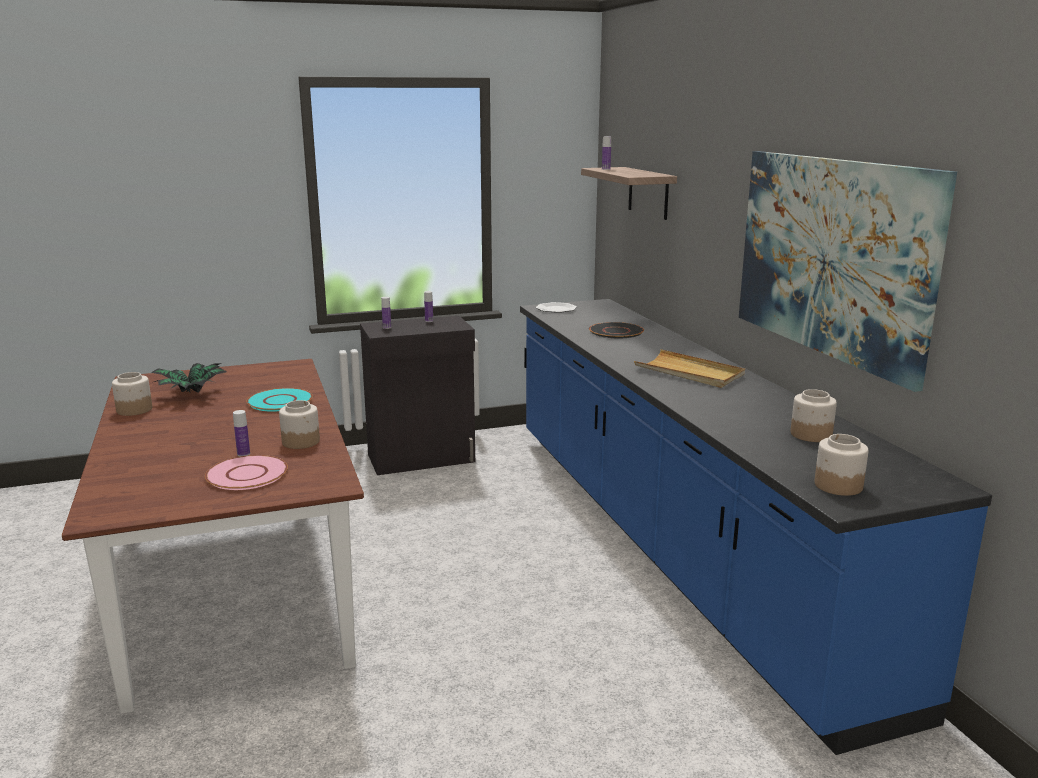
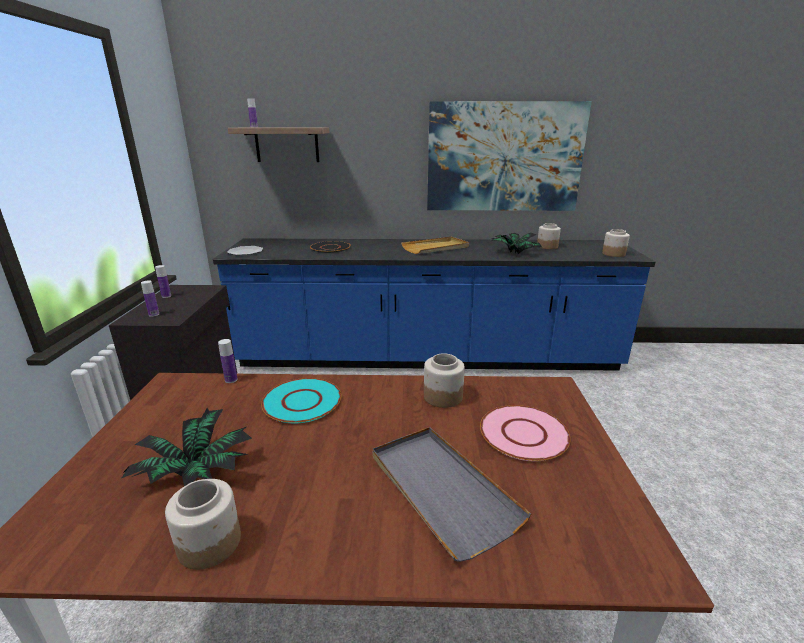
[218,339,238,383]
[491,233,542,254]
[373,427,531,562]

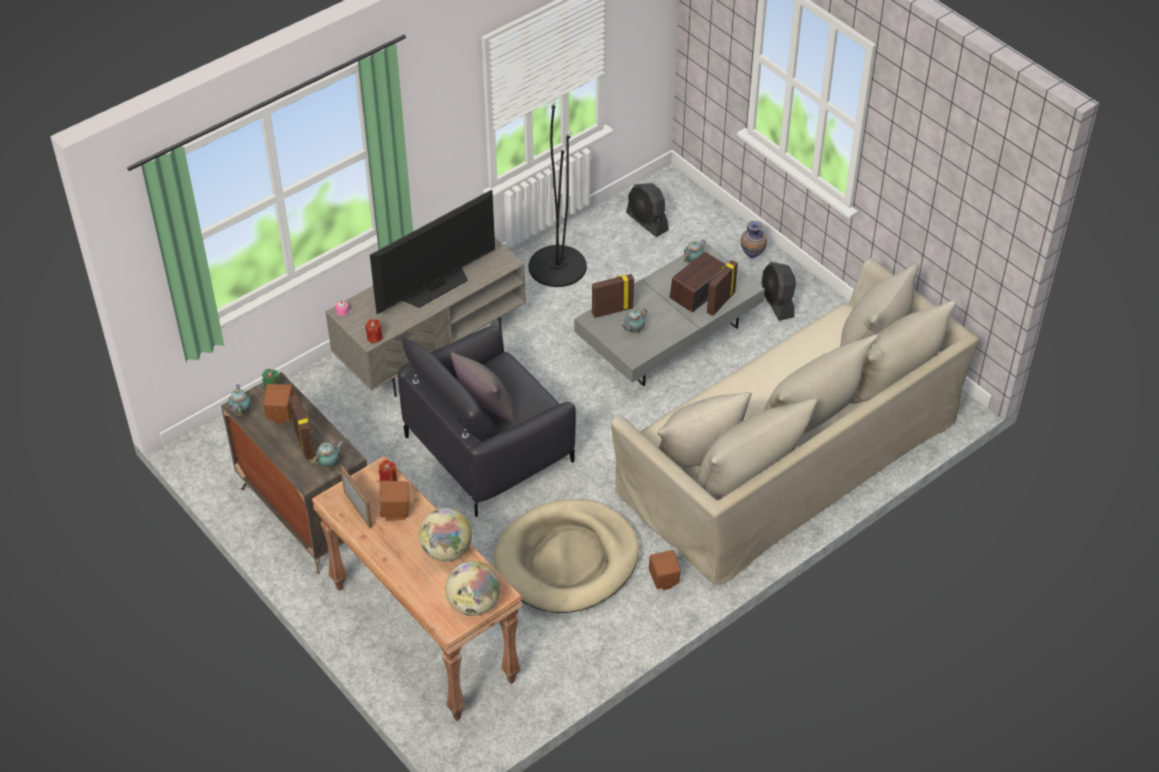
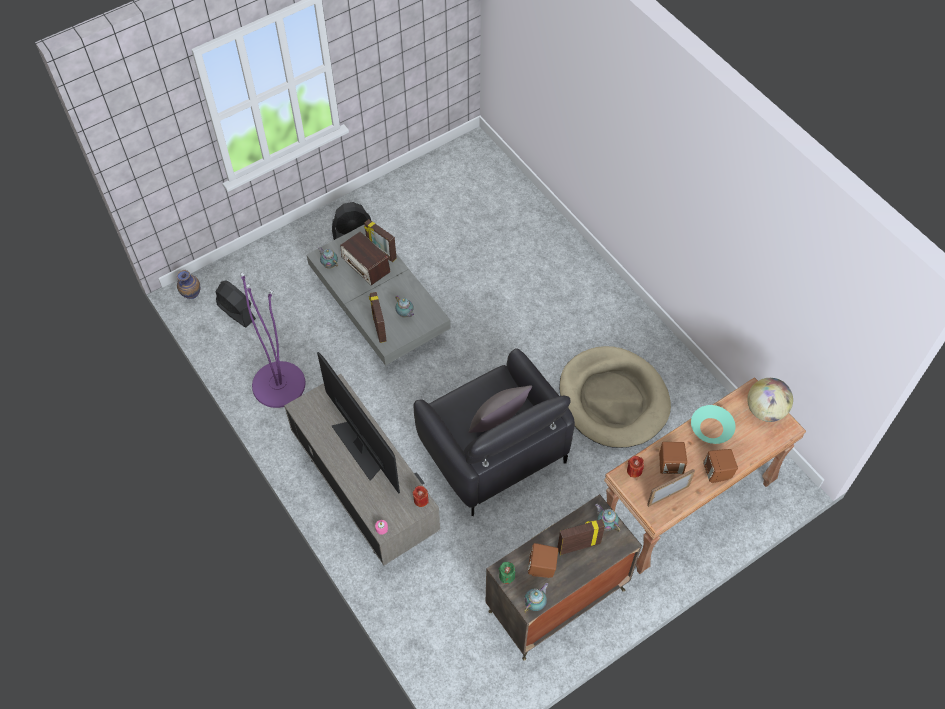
[240,272,306,408]
[216,280,256,327]
[177,270,201,299]
[611,258,979,585] (first image)
[524,583,549,613]
[691,405,735,444]
[703,449,738,483]

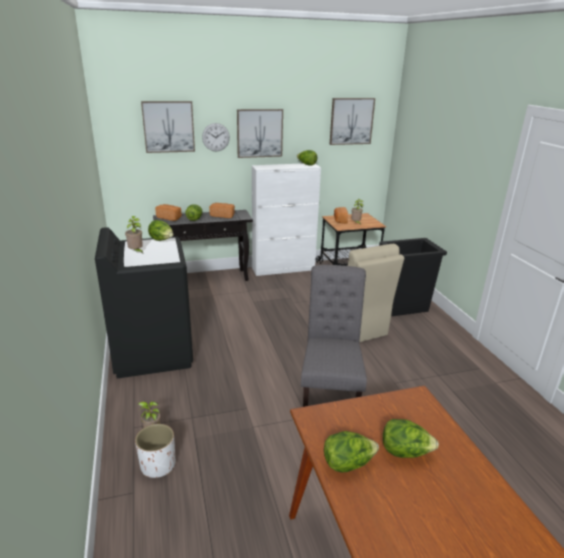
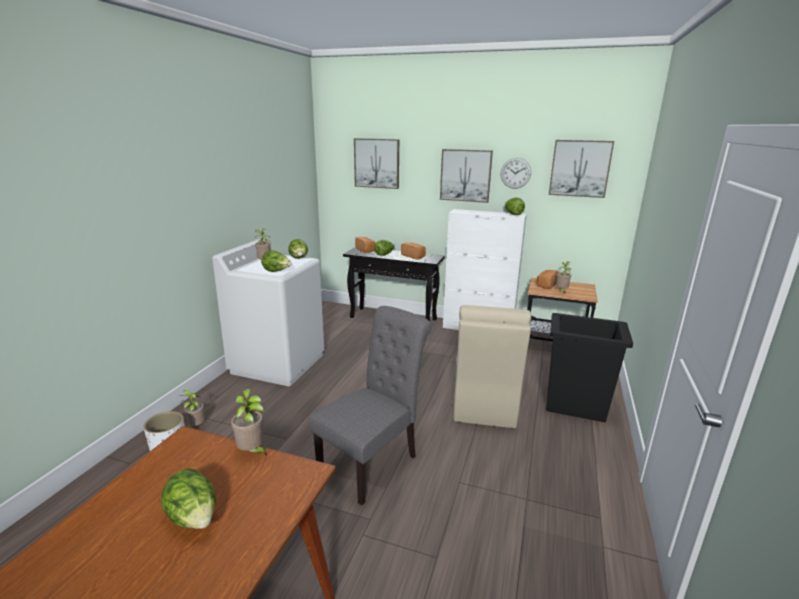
[501,158,531,189]
[212,239,324,386]
[261,251,292,272]
[231,389,267,456]

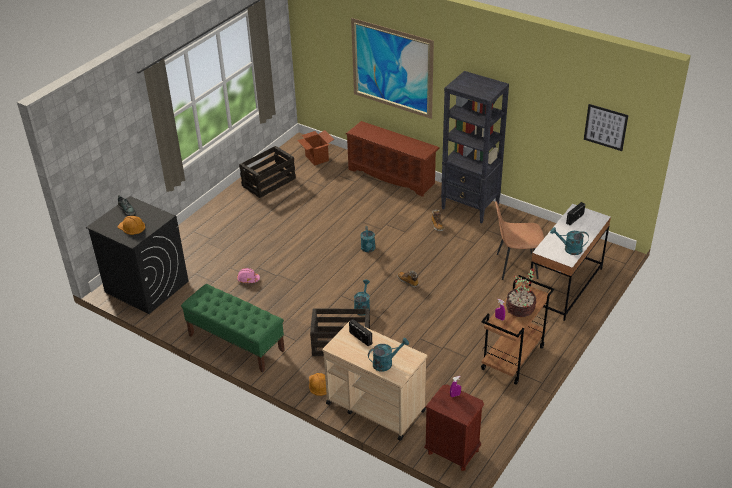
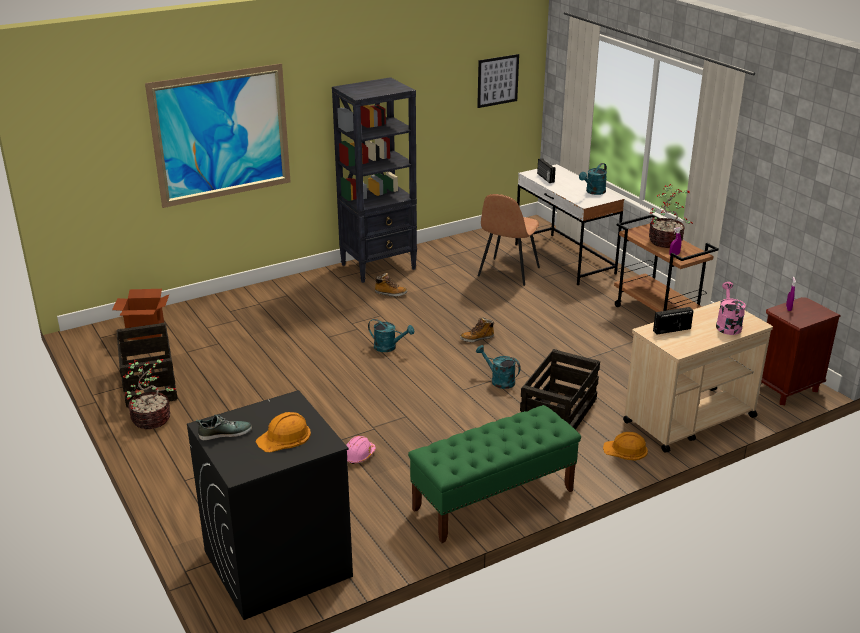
[346,121,440,197] (first image)
[716,282,746,335]
[123,359,176,429]

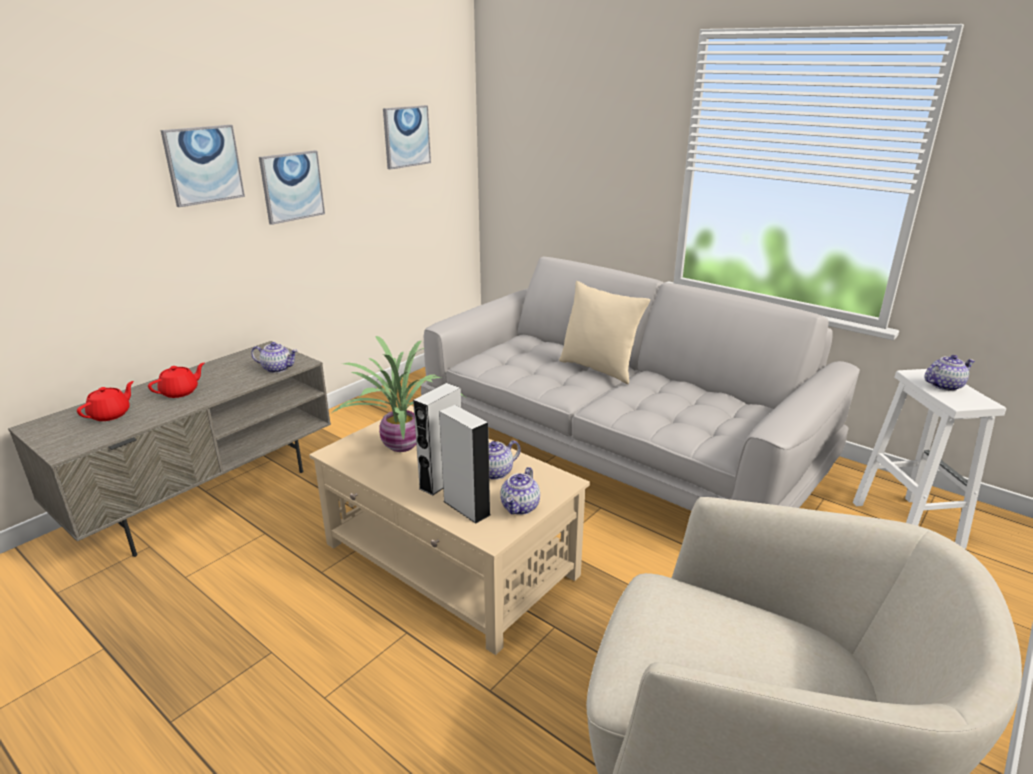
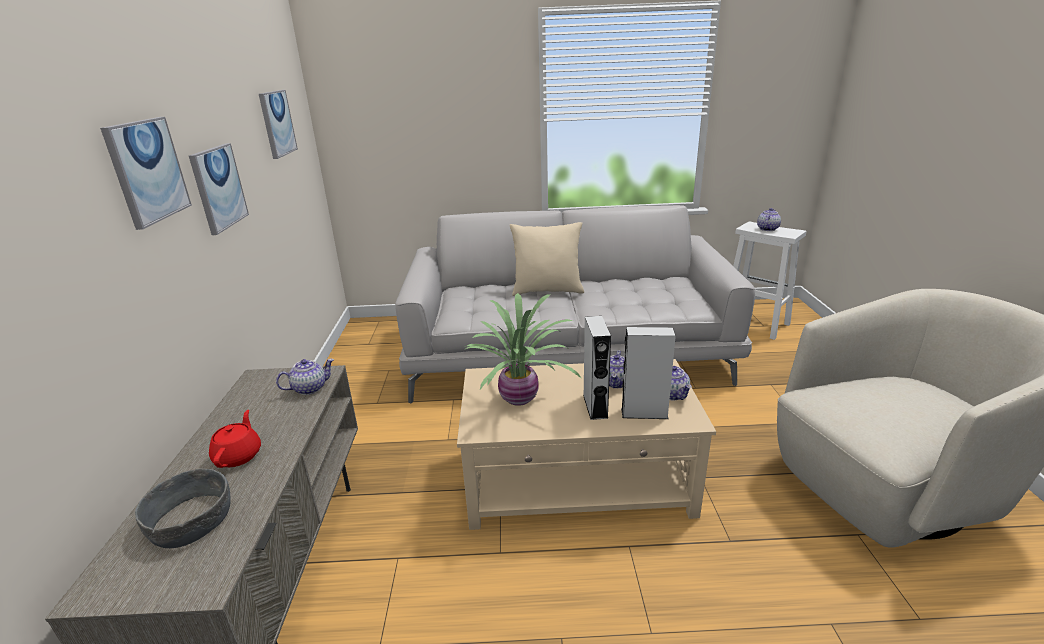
[135,469,231,548]

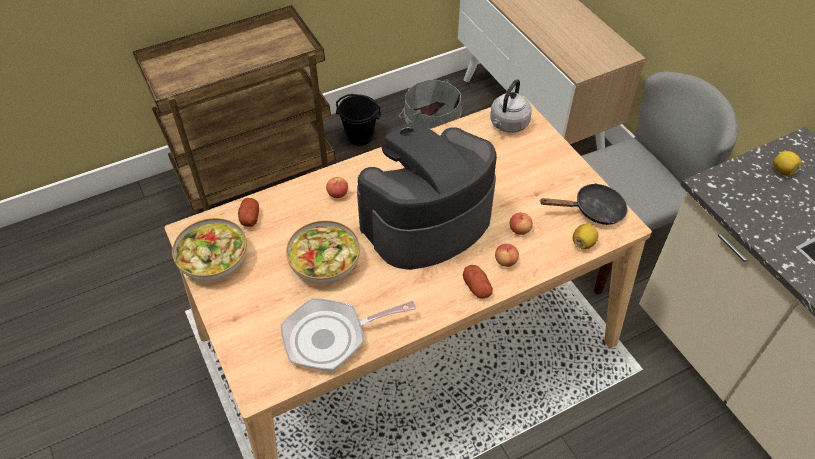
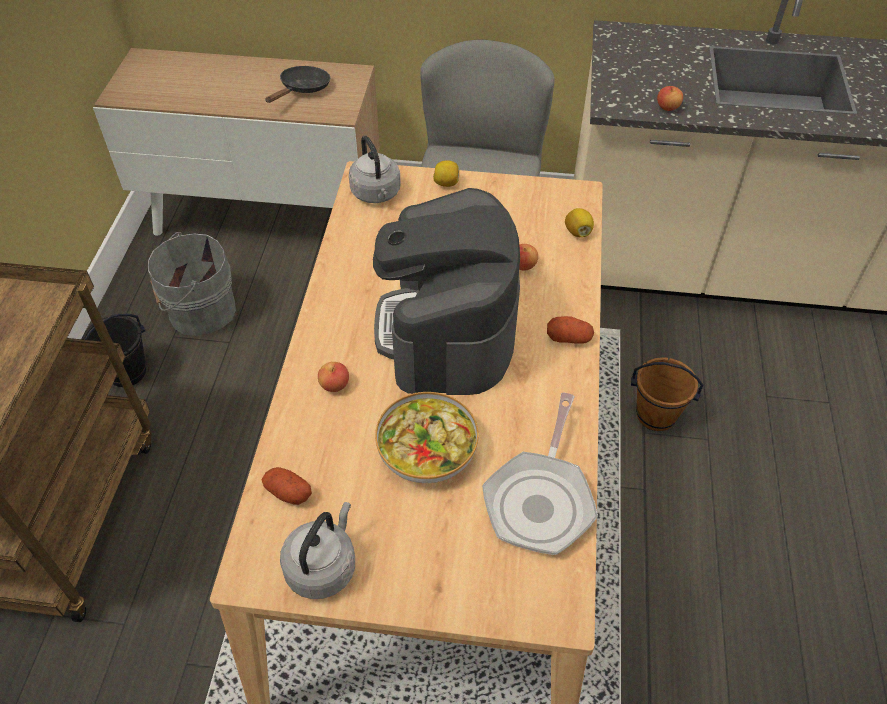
[433,160,459,187]
[266,66,330,103]
[280,502,355,599]
[657,86,683,111]
[631,357,704,431]

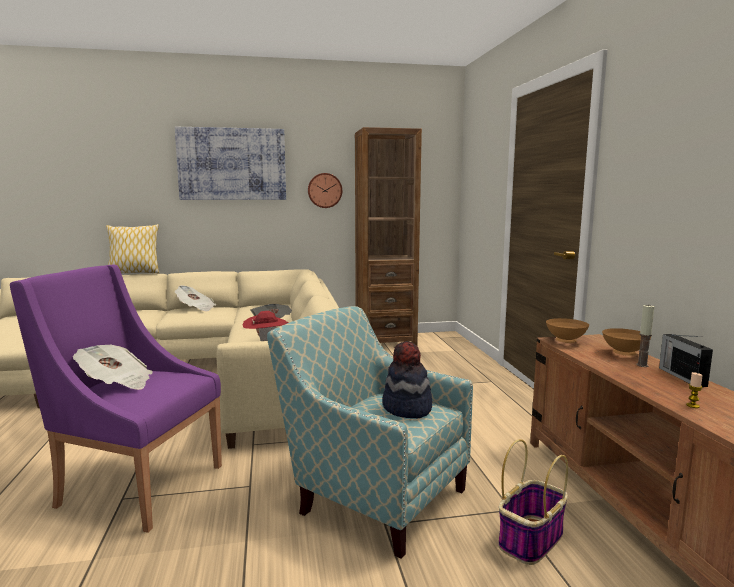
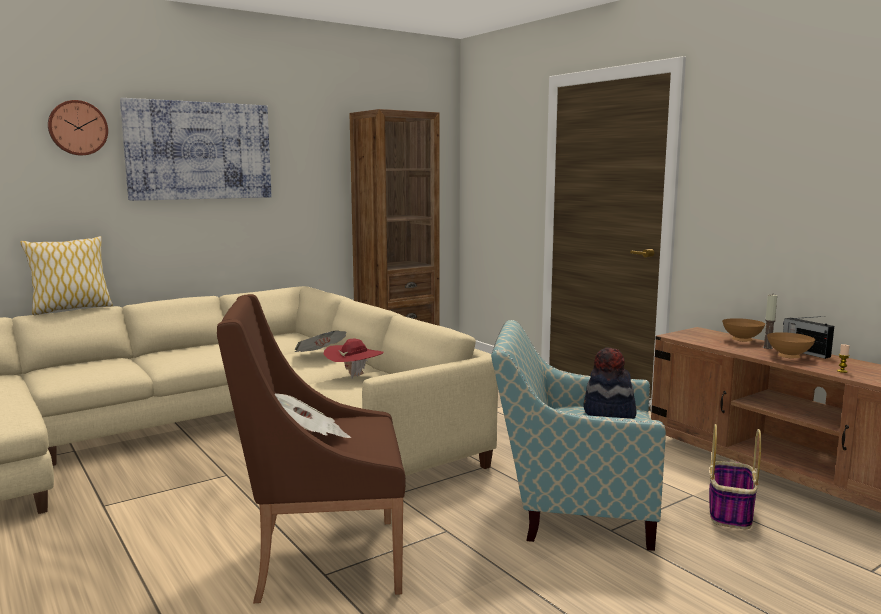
[48,100,108,155]
[217,294,406,603]
[175,285,216,312] (first image)
[767,332,815,358]

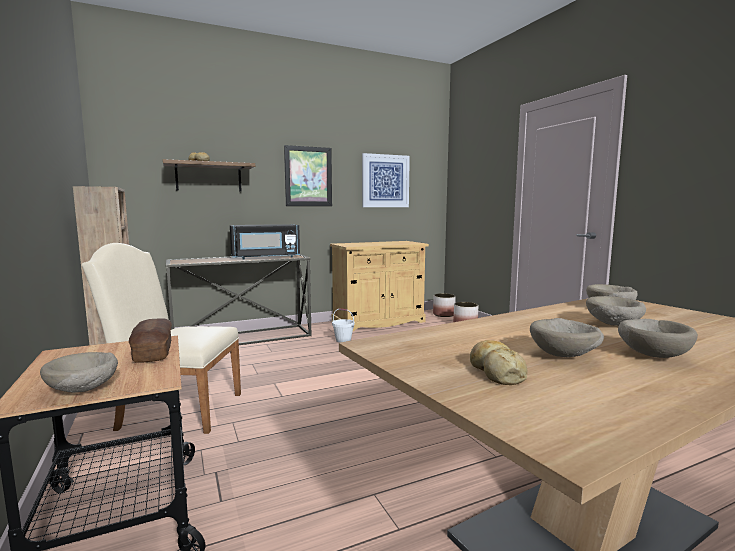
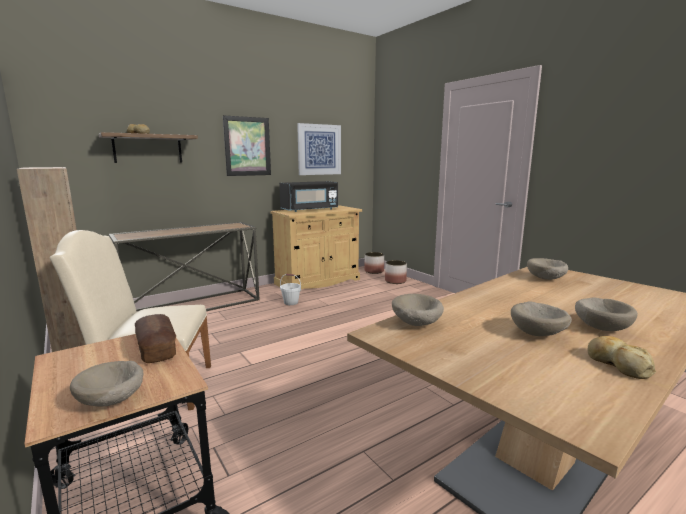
[279,181,338,212]
[392,294,444,326]
[588,336,656,379]

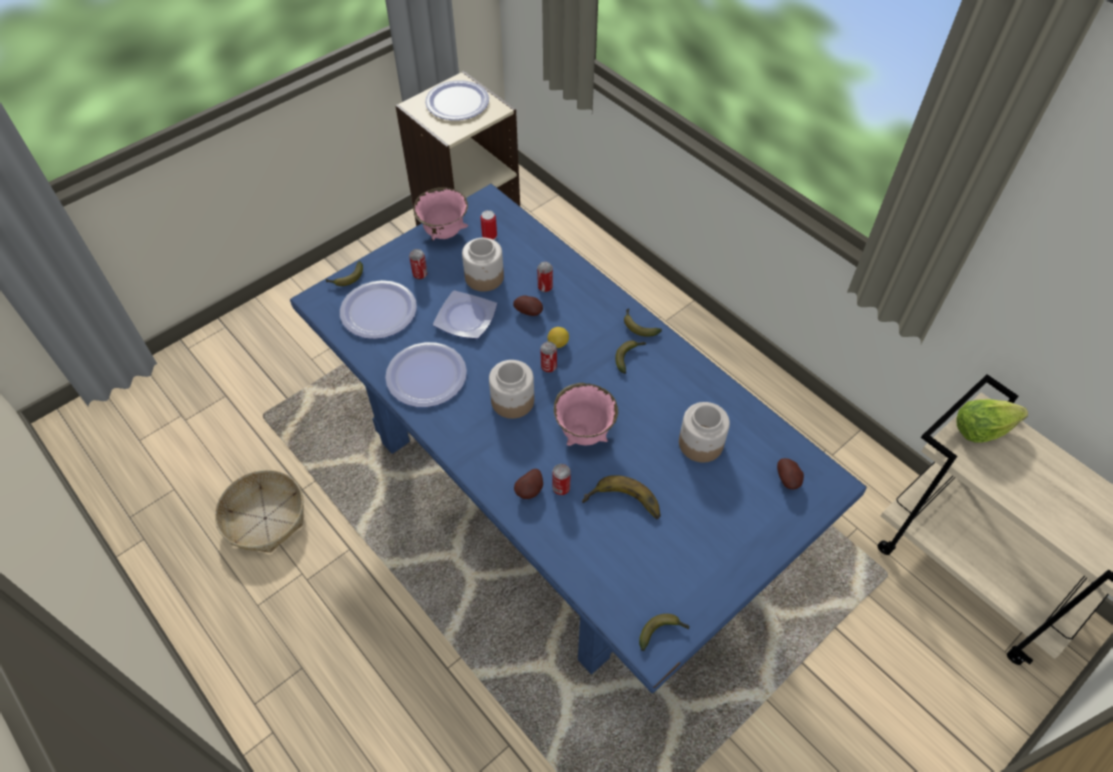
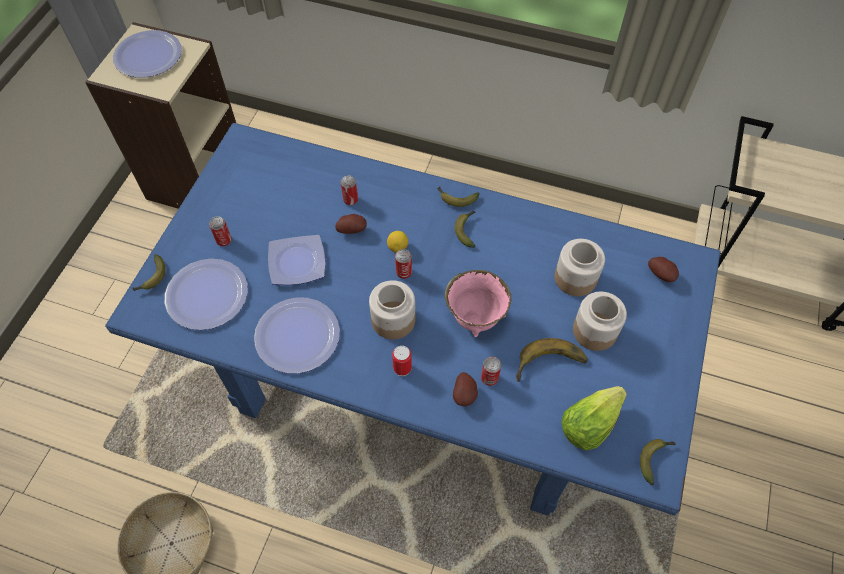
[414,187,468,240] (first image)
[392,346,412,376]
[573,292,627,351]
[561,386,627,451]

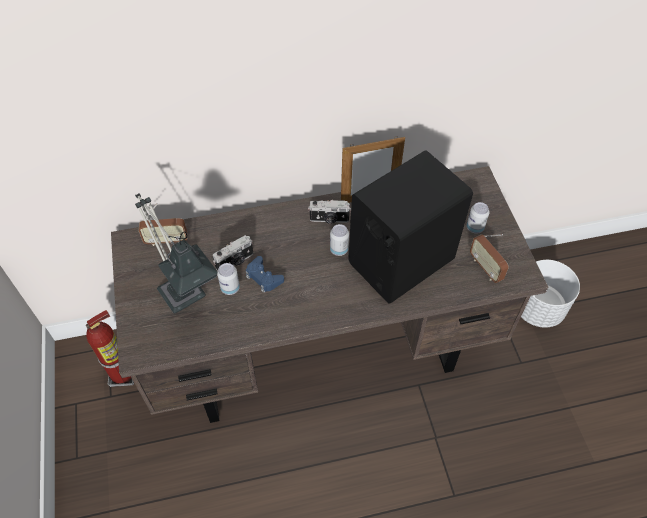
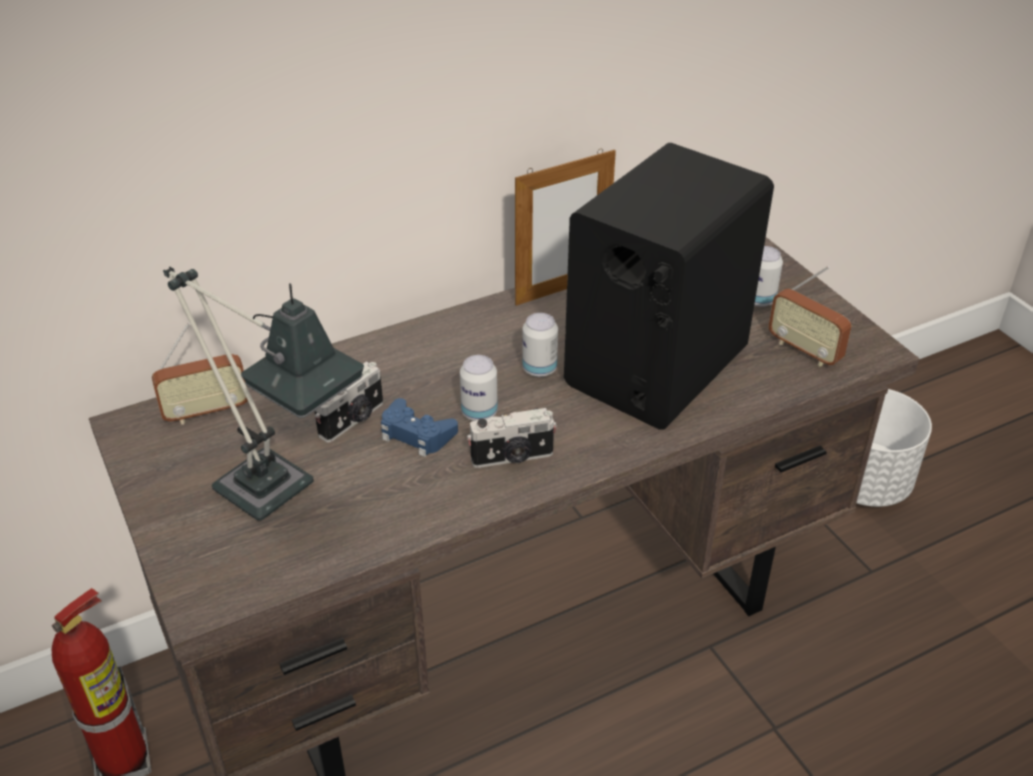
[467,408,557,468]
[460,355,498,421]

